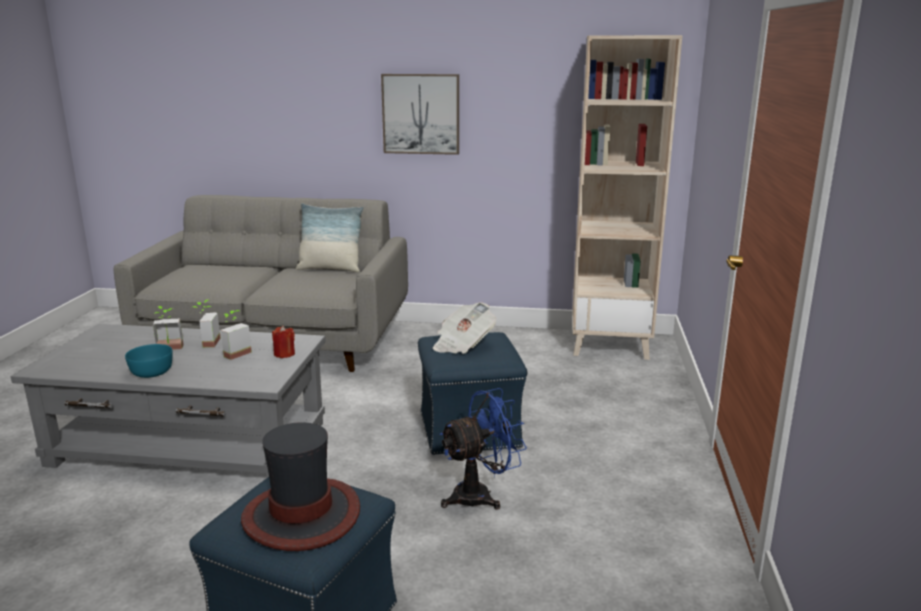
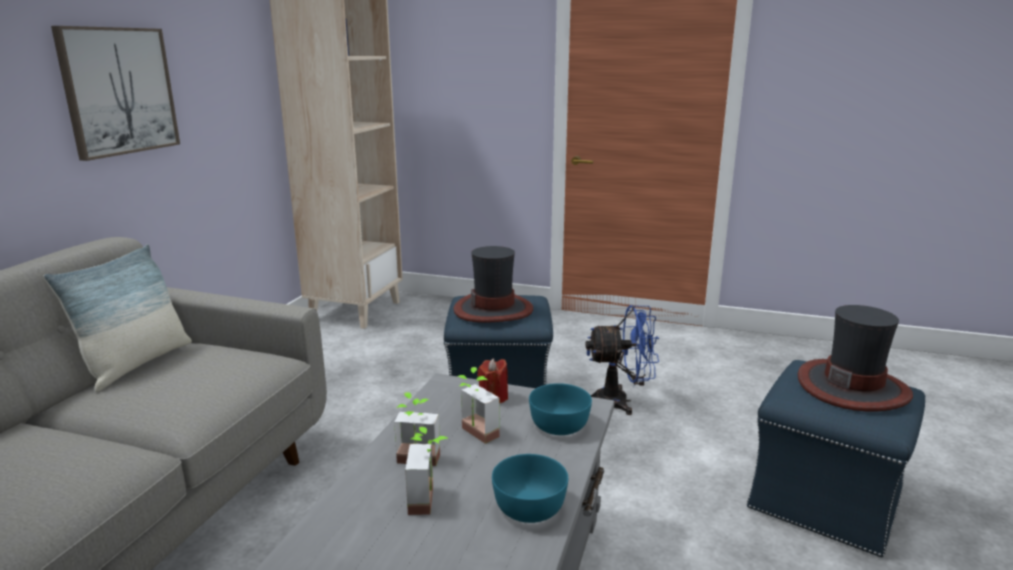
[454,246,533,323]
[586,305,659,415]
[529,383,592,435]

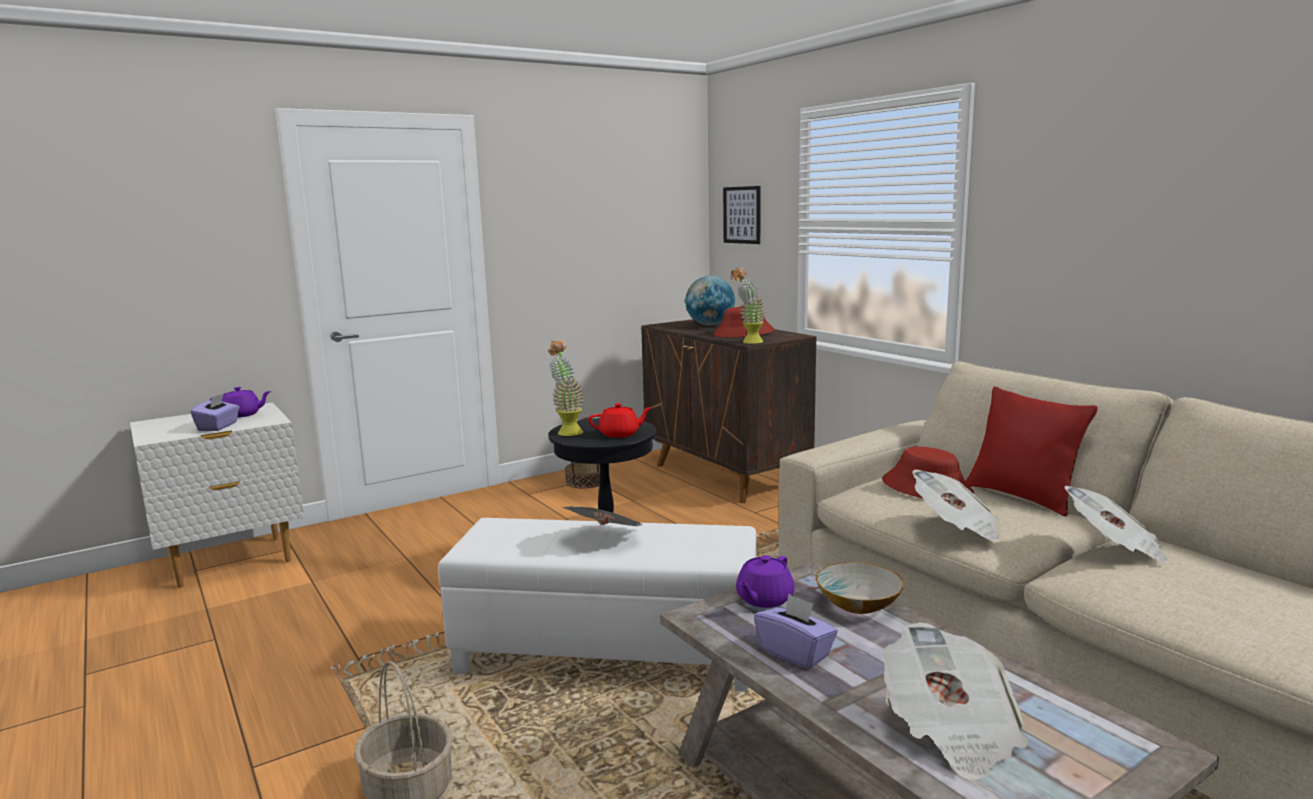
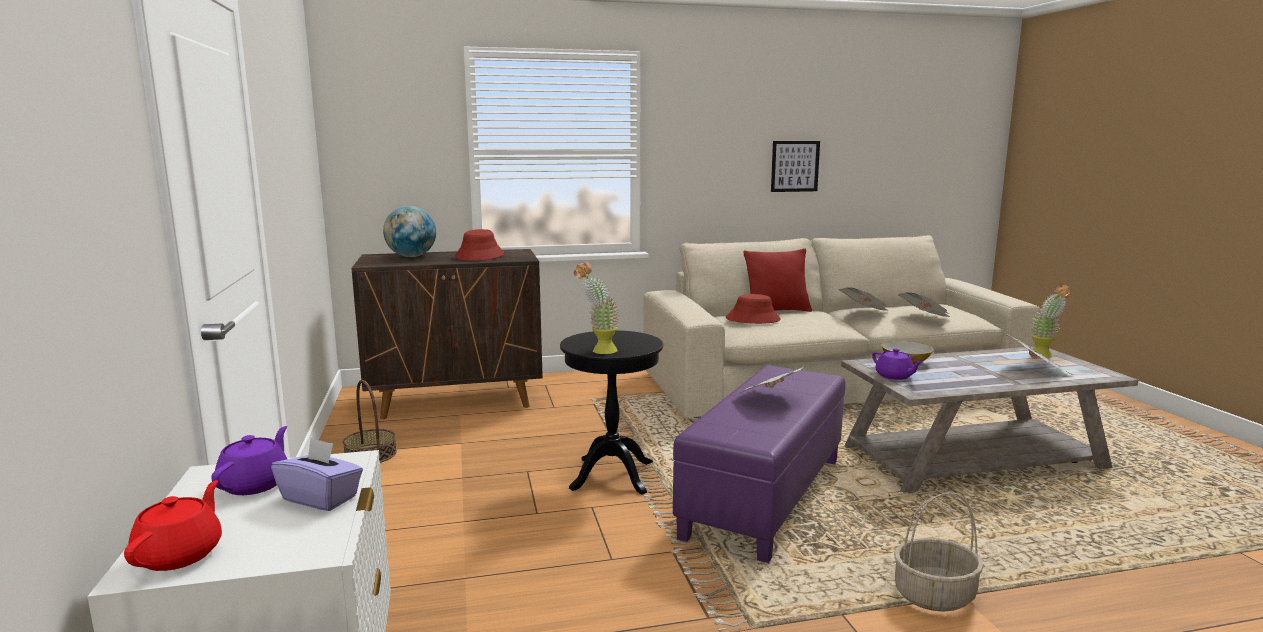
[771,141,820,192]
[1030,284,1070,358]
[124,480,222,571]
[898,292,950,317]
[673,365,845,563]
[754,594,838,669] (first image)

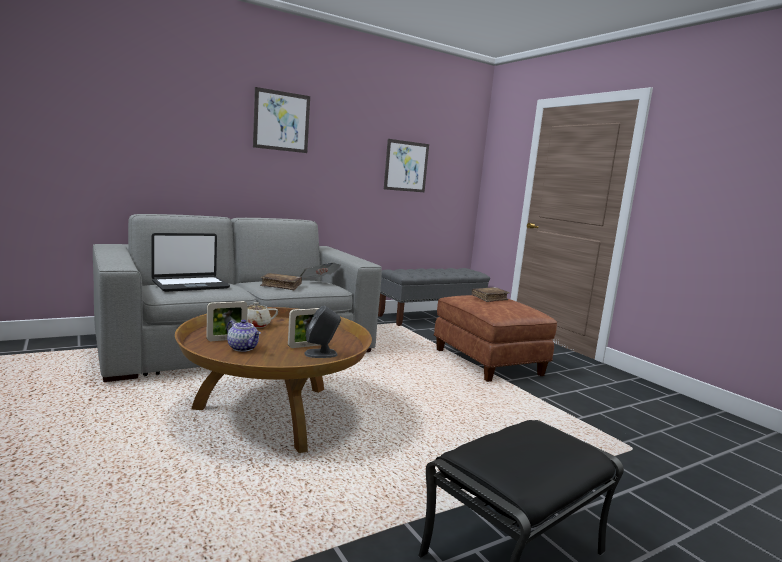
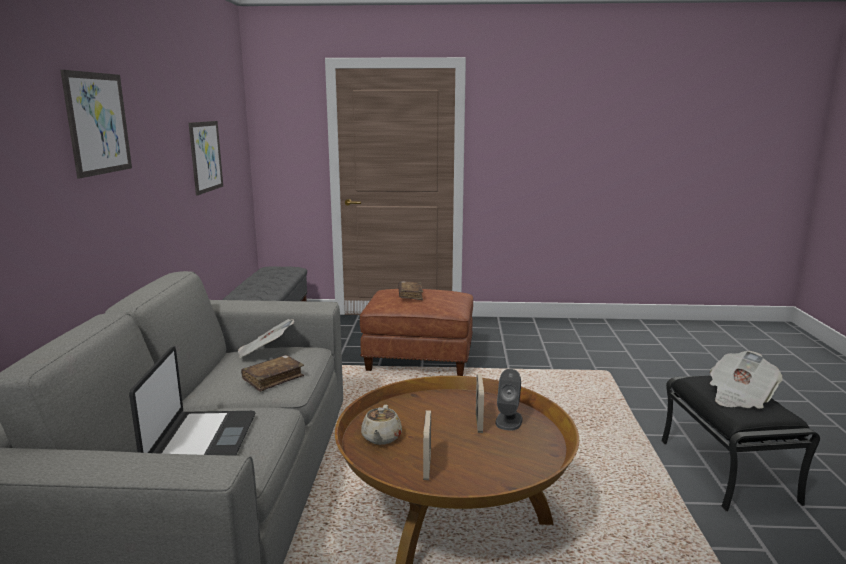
[227,319,261,352] (first image)
[709,351,782,409]

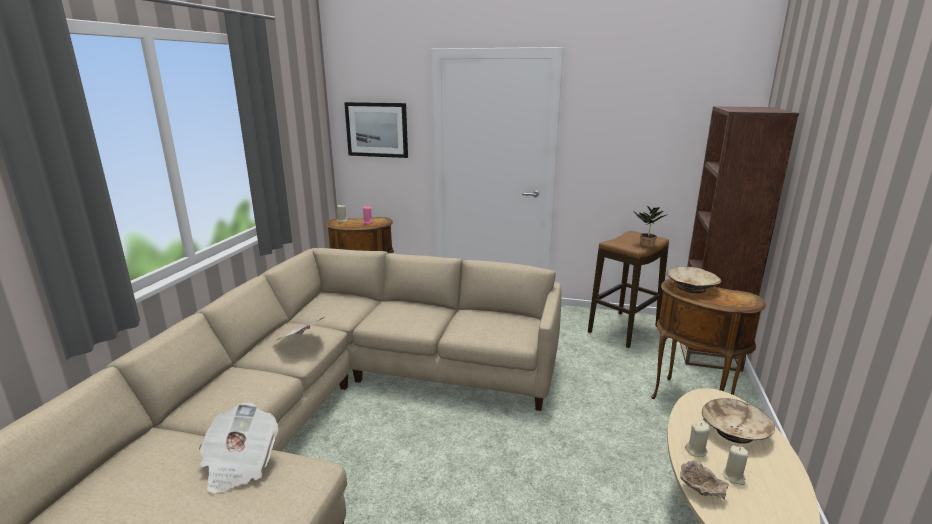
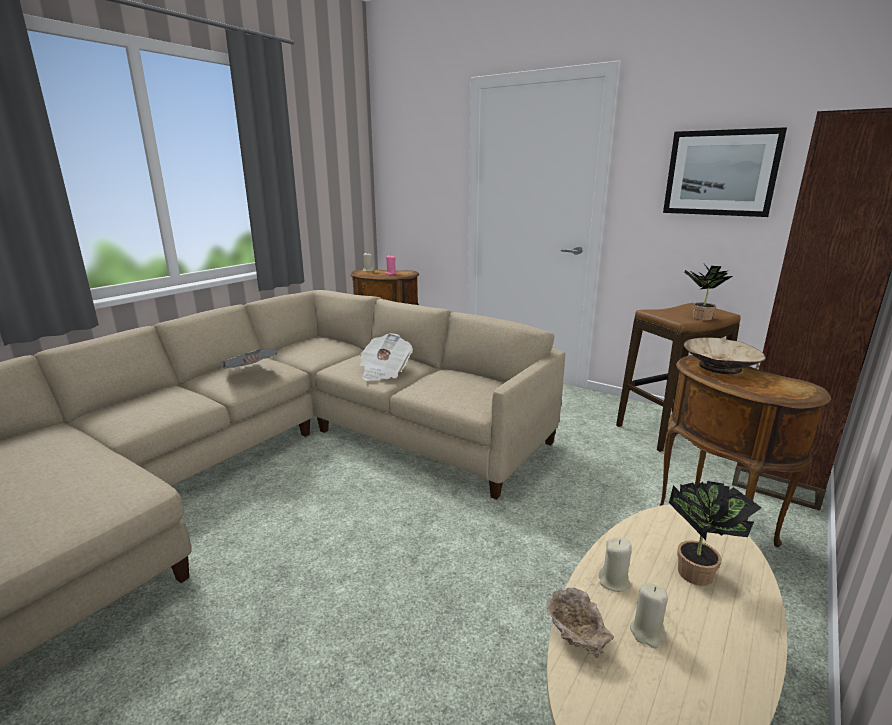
[663,127,787,217]
[669,481,762,586]
[360,333,413,381]

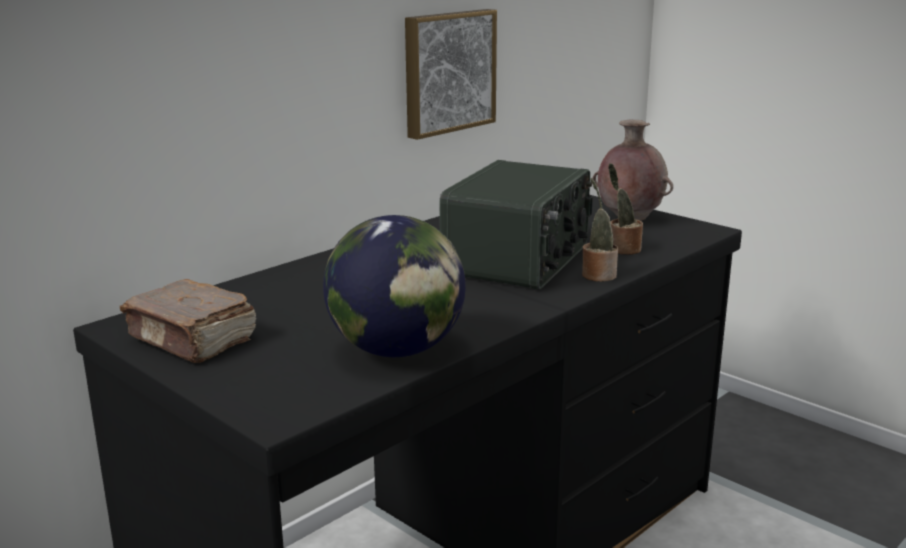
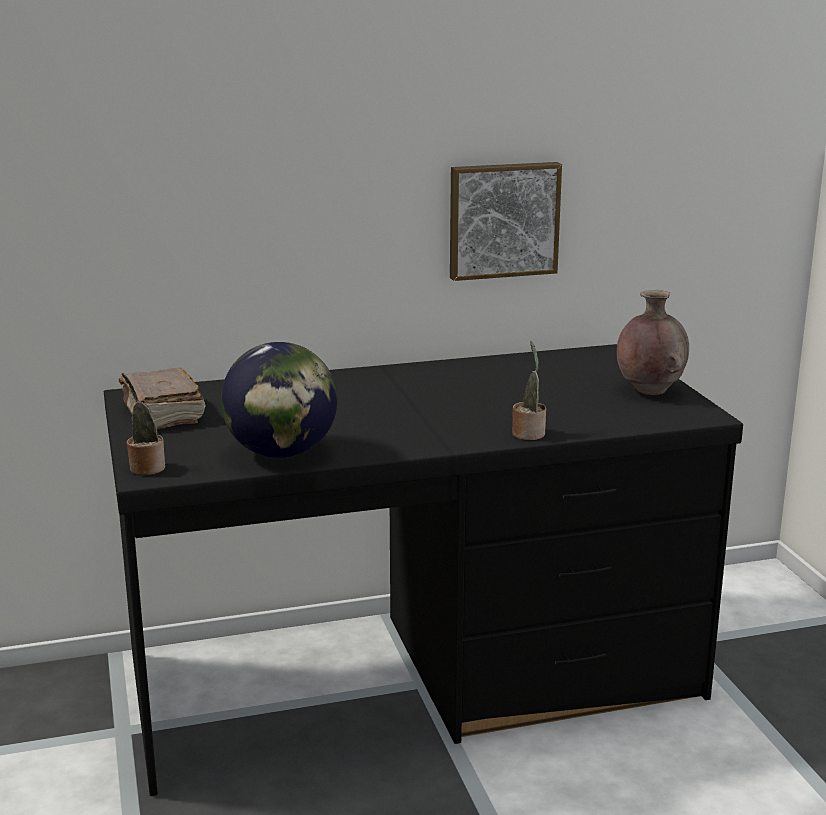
[439,160,593,289] (first image)
[122,373,165,475]

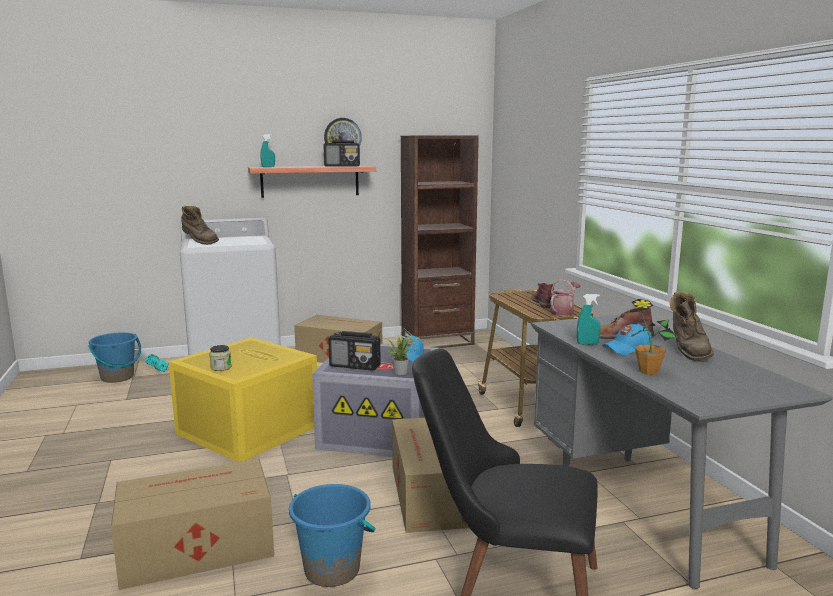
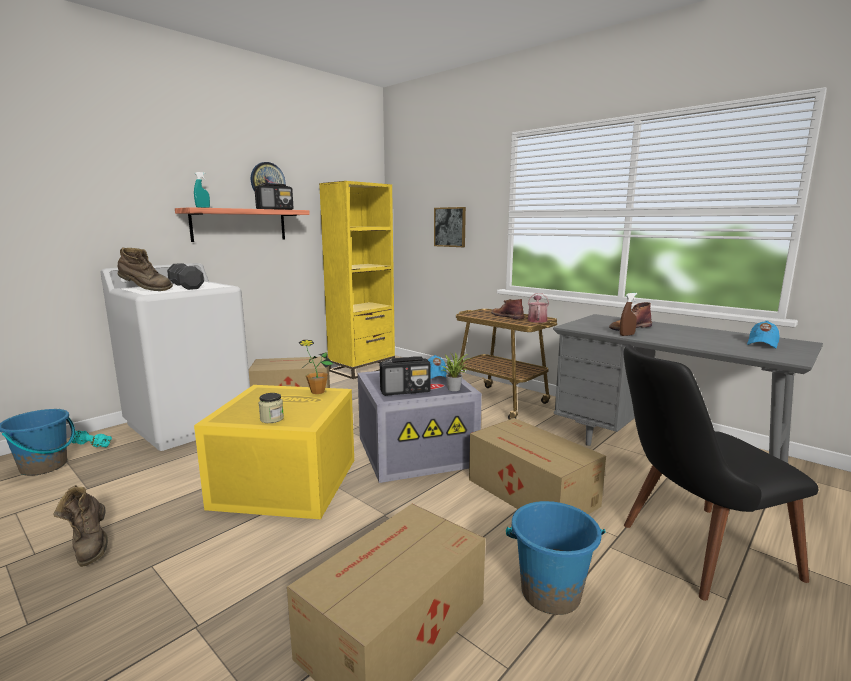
[319,181,395,379]
[53,485,108,567]
[620,293,637,336]
[298,340,333,394]
[747,321,780,348]
[434,207,466,247]
[167,263,204,290]

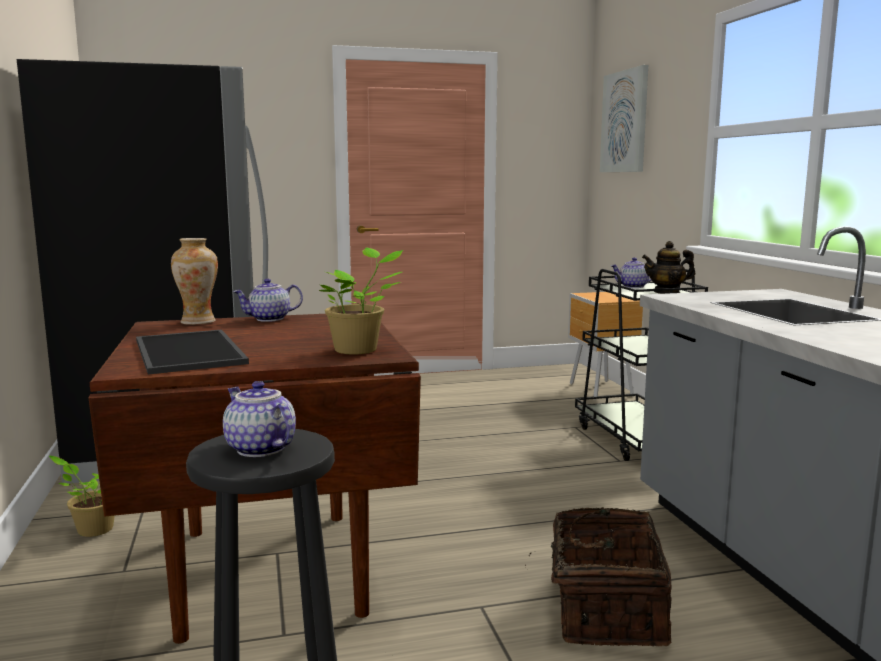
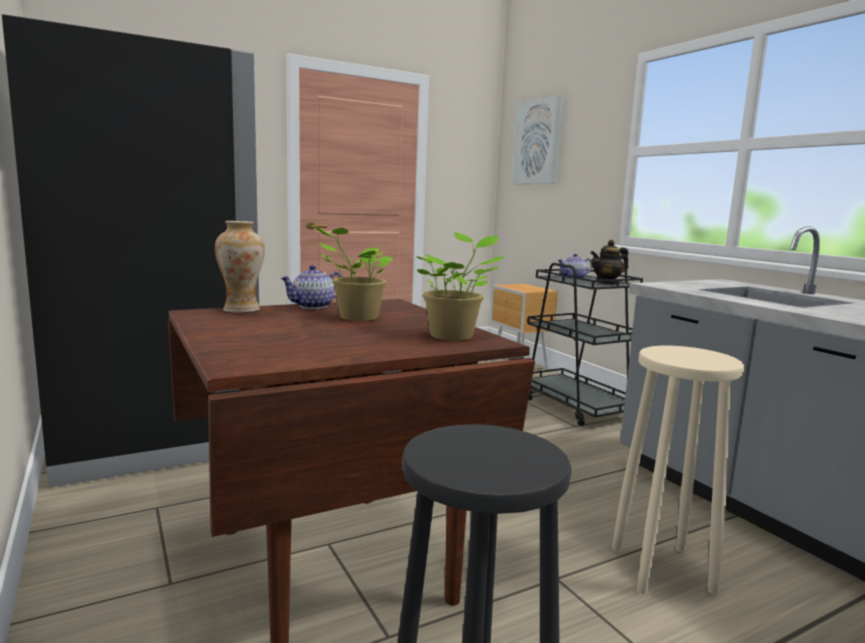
[136,330,249,374] (first image)
[223,381,296,457] (first image)
[313,226,392,321]
[612,346,745,595]

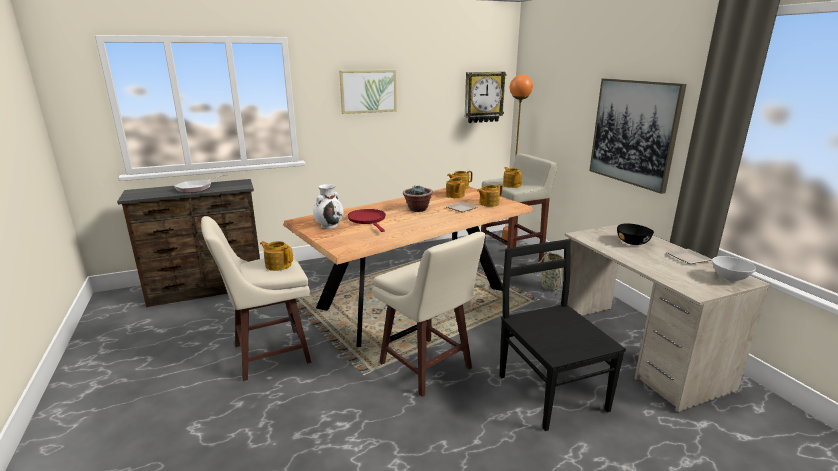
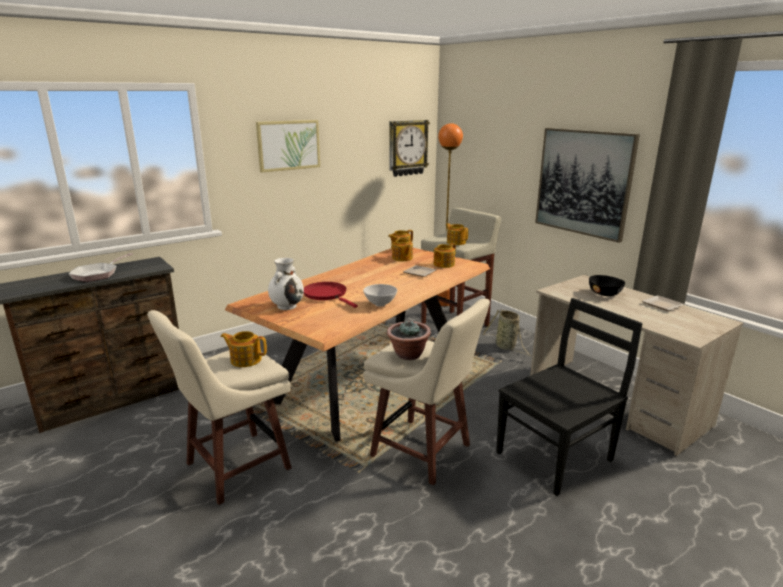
[387,320,431,360]
[496,298,643,496]
[363,284,397,307]

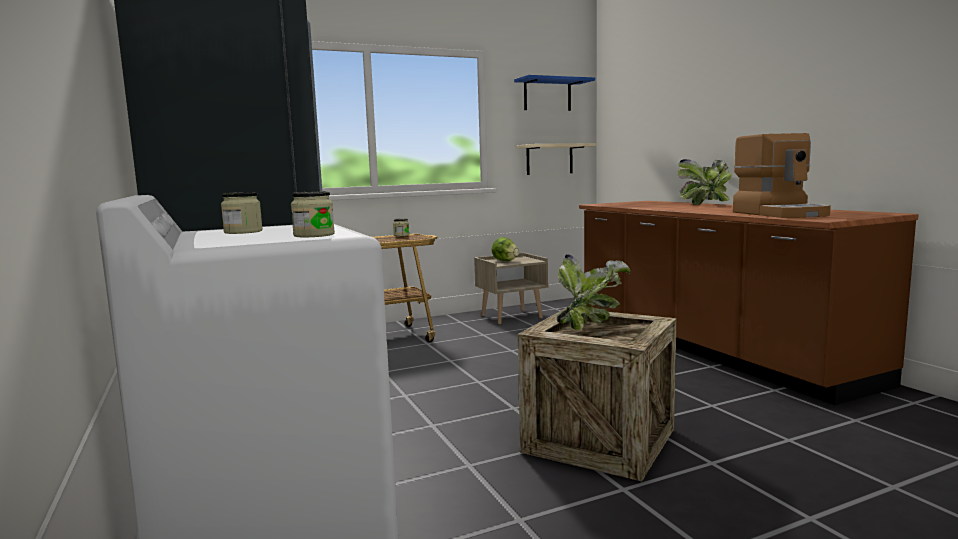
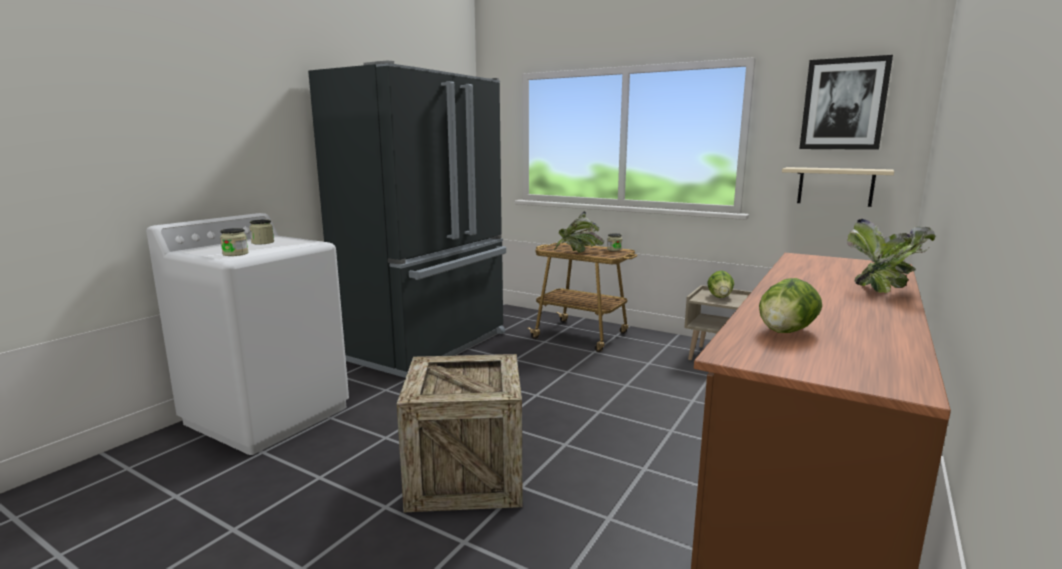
[799,55,893,150]
[759,278,822,333]
[554,211,604,253]

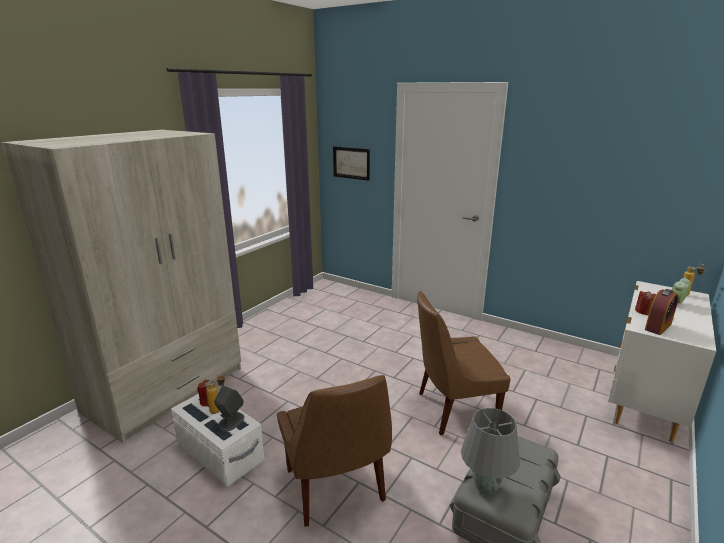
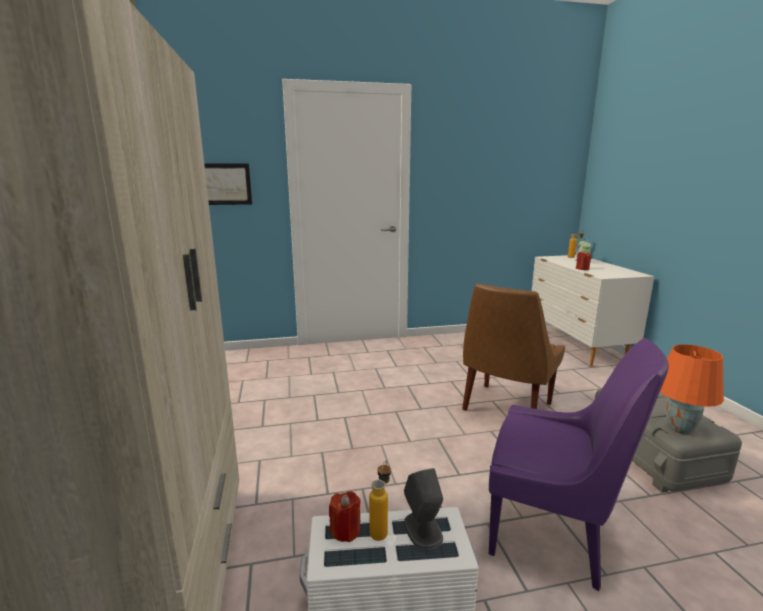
[645,289,678,335] (first image)
[489,338,669,591]
[660,344,724,434]

